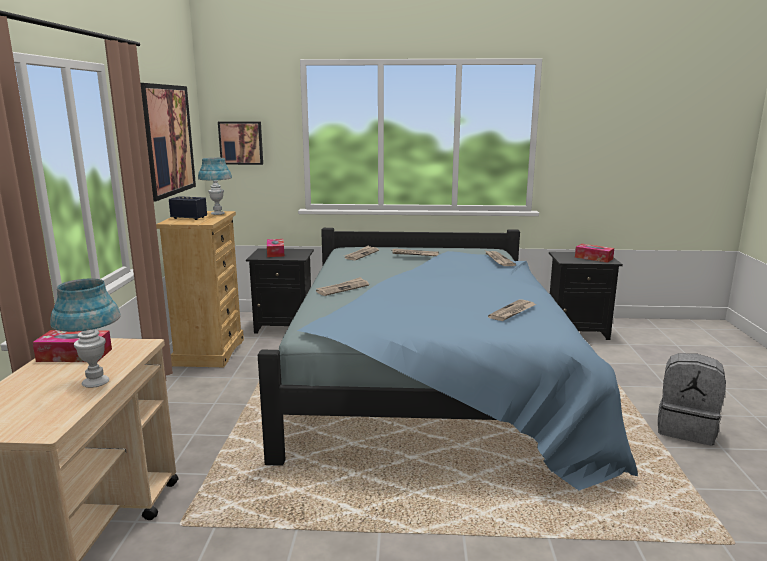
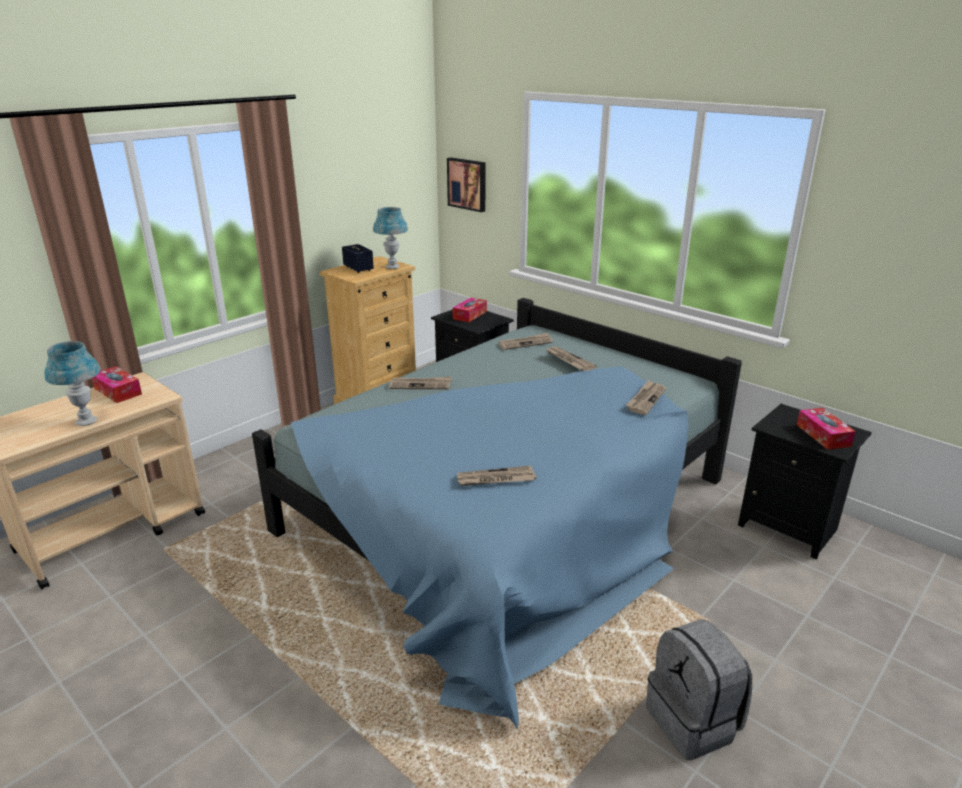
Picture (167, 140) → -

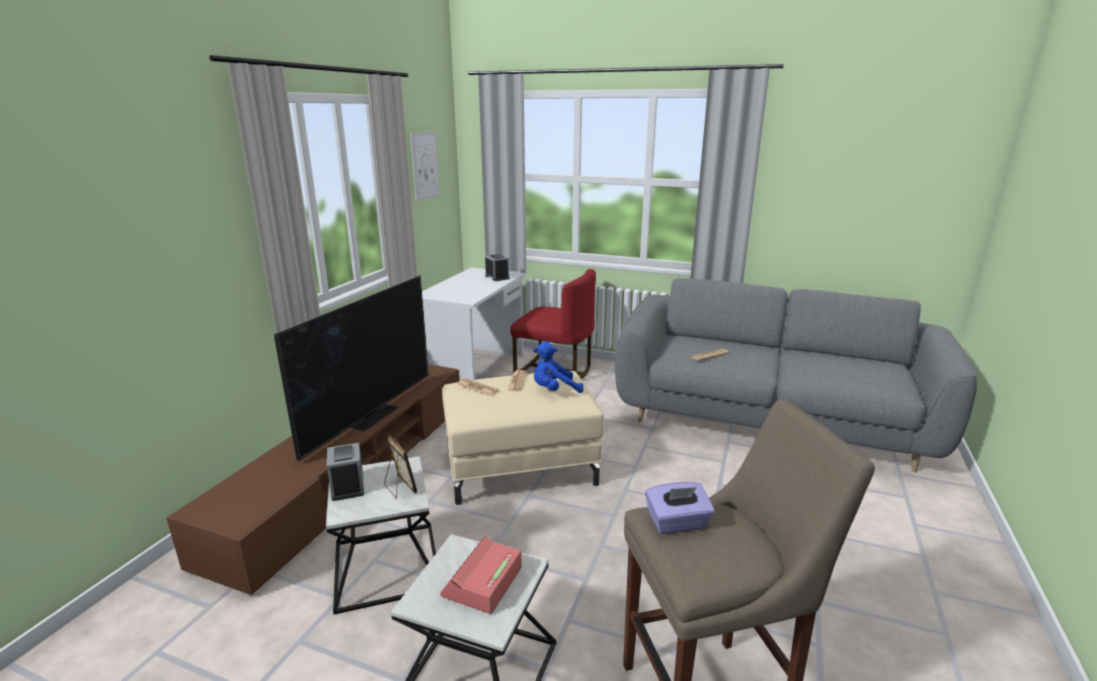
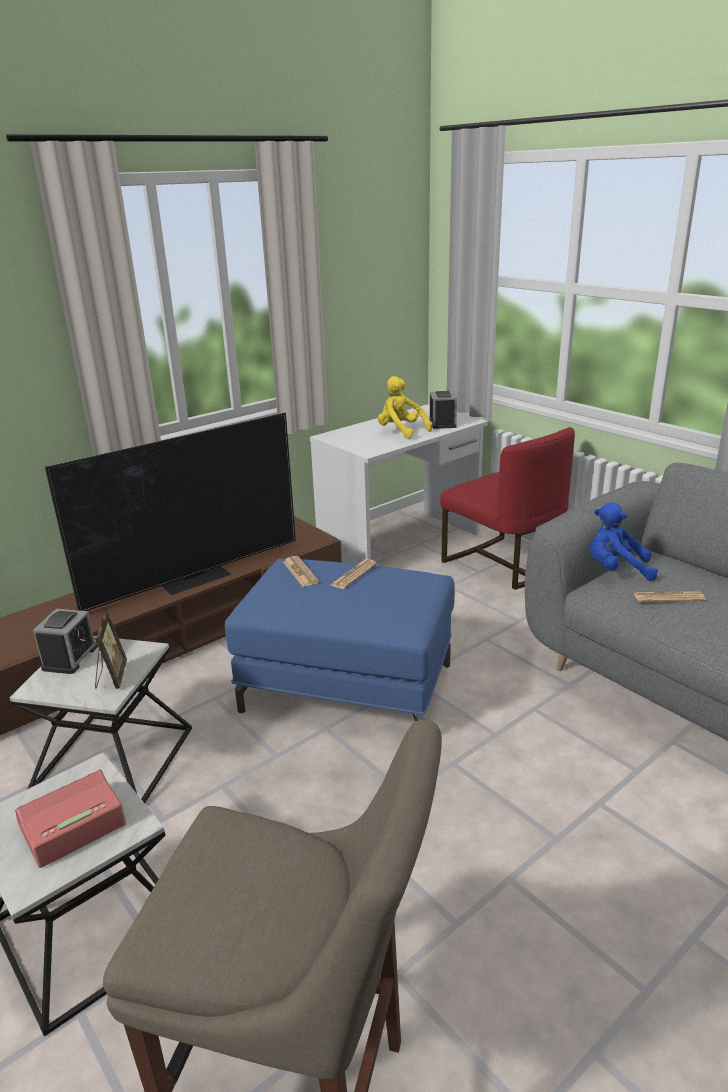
BeigeOttoman (520, 466) → BlueOttoman (348, 686)
- → YellowPlushToy (401, 431)
BluePlushToy (554, 390) → BluePlushToy (616, 570), relocated
Picture (425, 165) → -
PurpleTissueBox (677, 523) → -

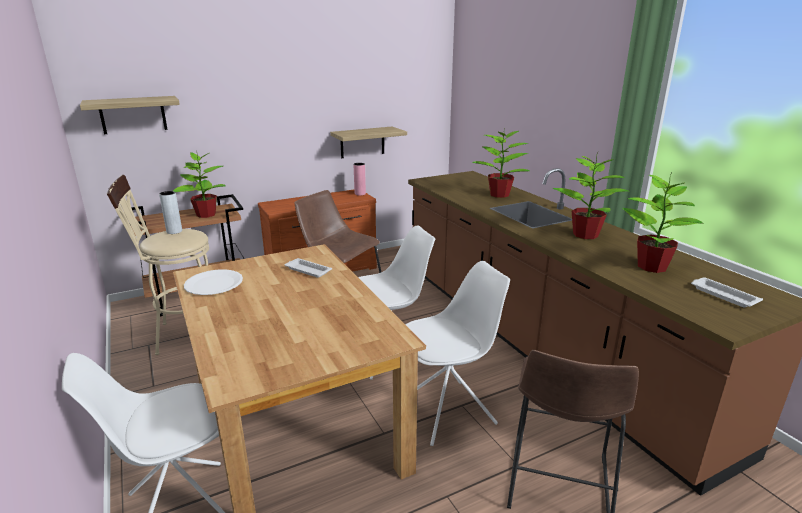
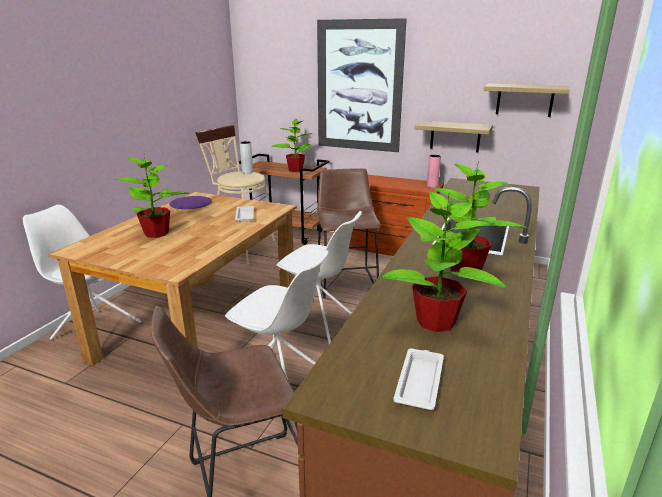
PottedPlant (500, 195) → PottedPlant (157, 233), relocated
WhitePlate (213, 284) → PurplePlate (190, 204)
- → Picture (359, 87)
Shelf (133, 115) → Shelf (524, 100), relocated

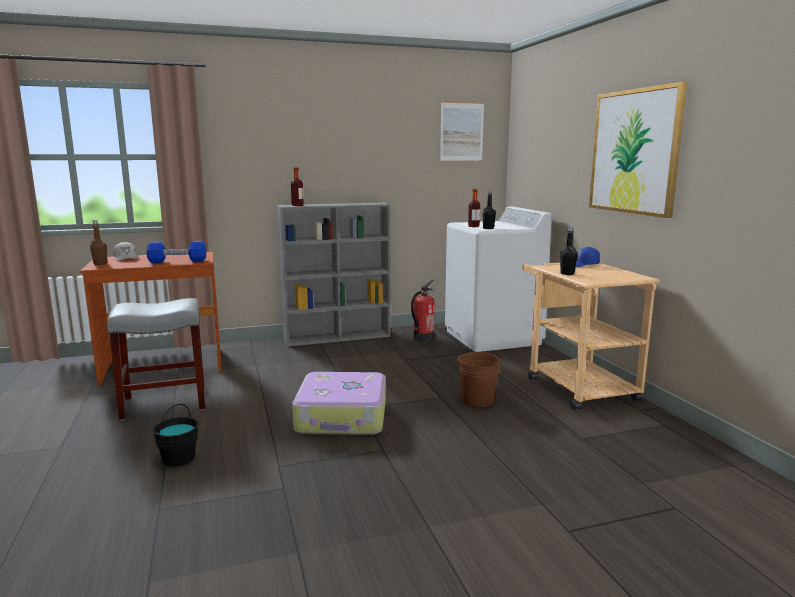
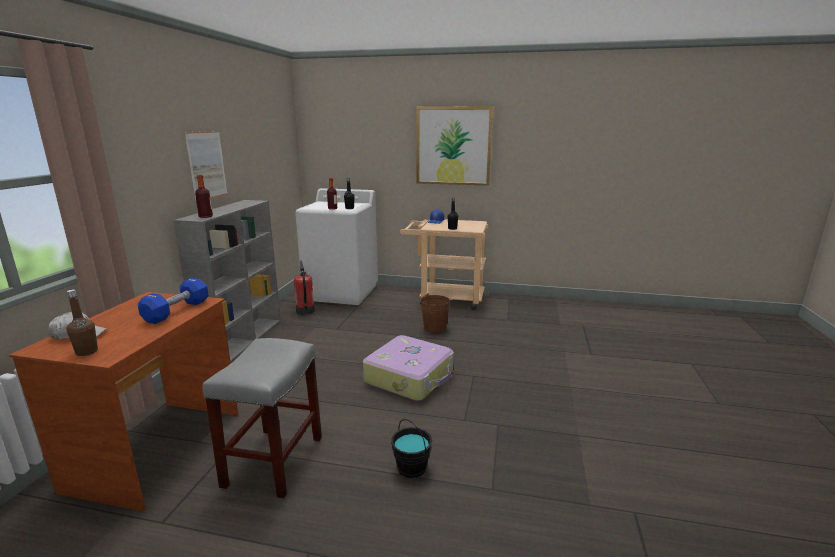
Picture (461, 132) → Picture (207, 165), relocated

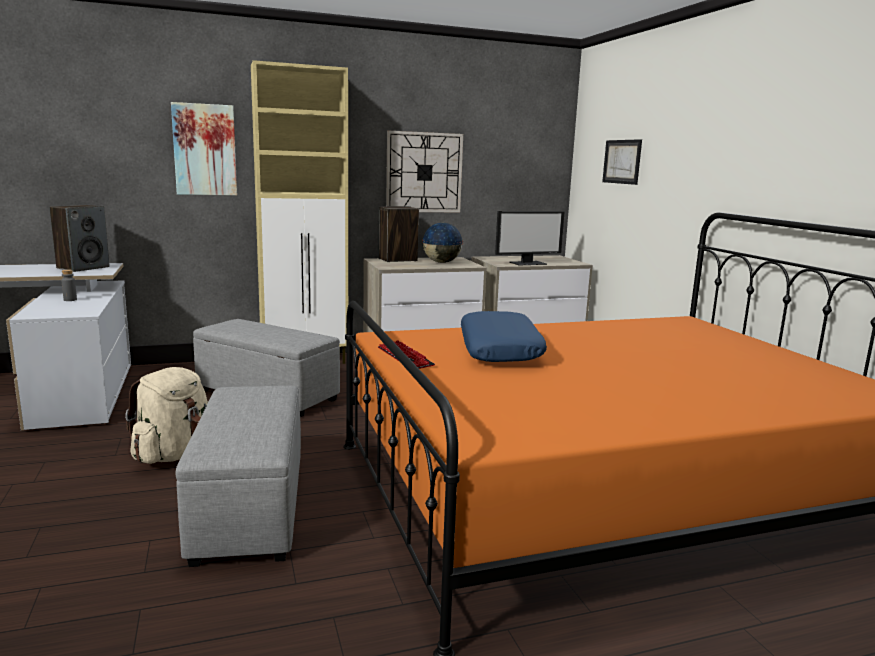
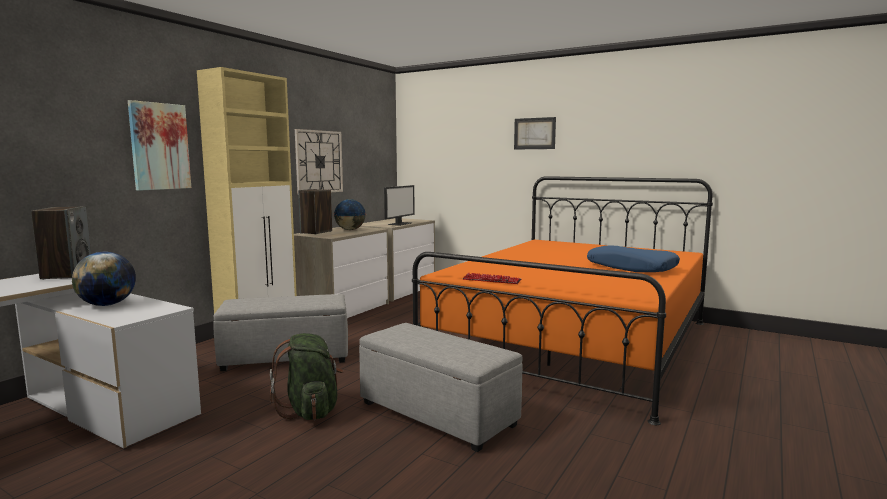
GreyBottle (70, 300) → Globe (107, 305)
BeigeBackpack (174, 454) → GreenBackpack (310, 410)
Picture (622, 161) → Picture (534, 133), relocated
BluePillow (500, 350) → BluePillow (631, 268), relocated

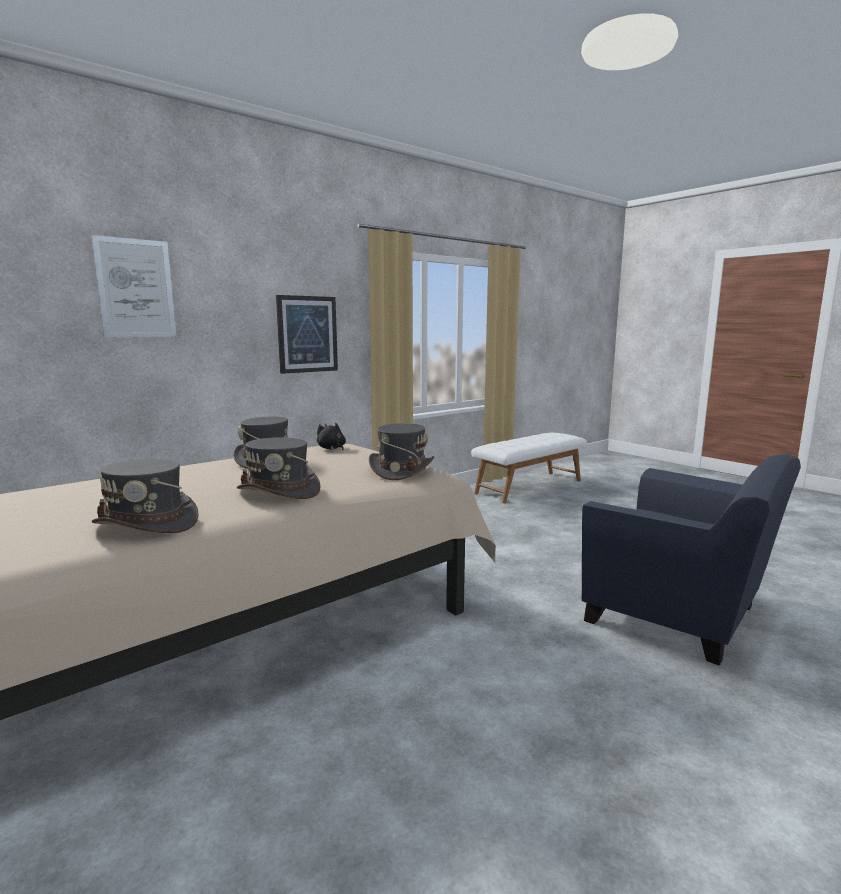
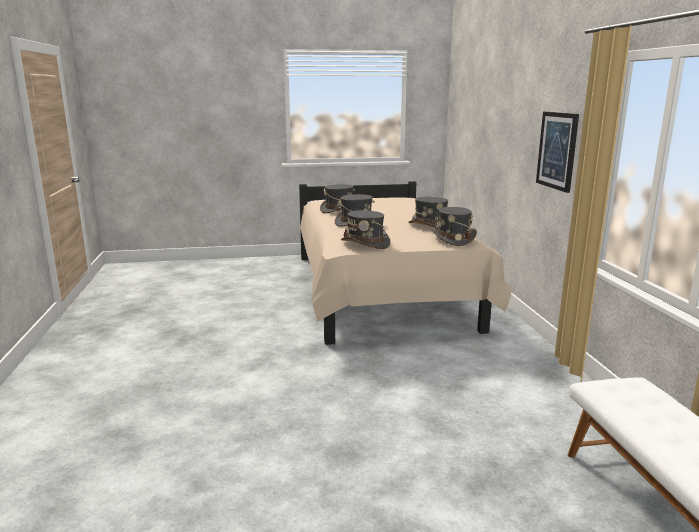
BlackPlushToy (331, 448) → GreyHat (453, 239)
Picture (135, 288) → -
BlueArmchair (681, 615) → -

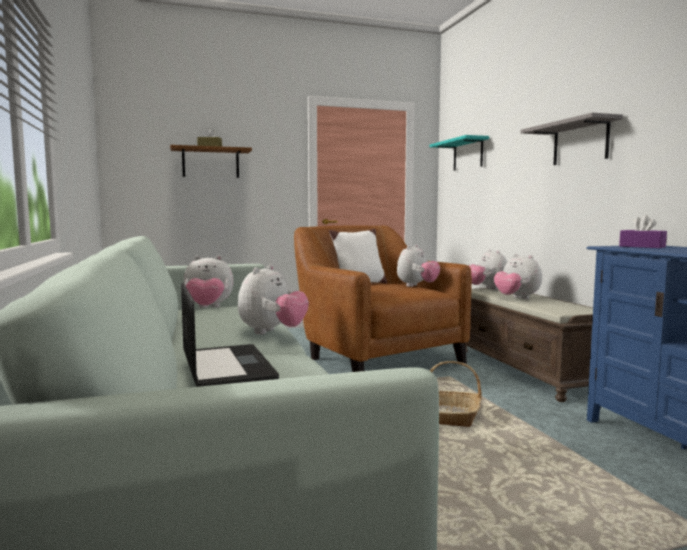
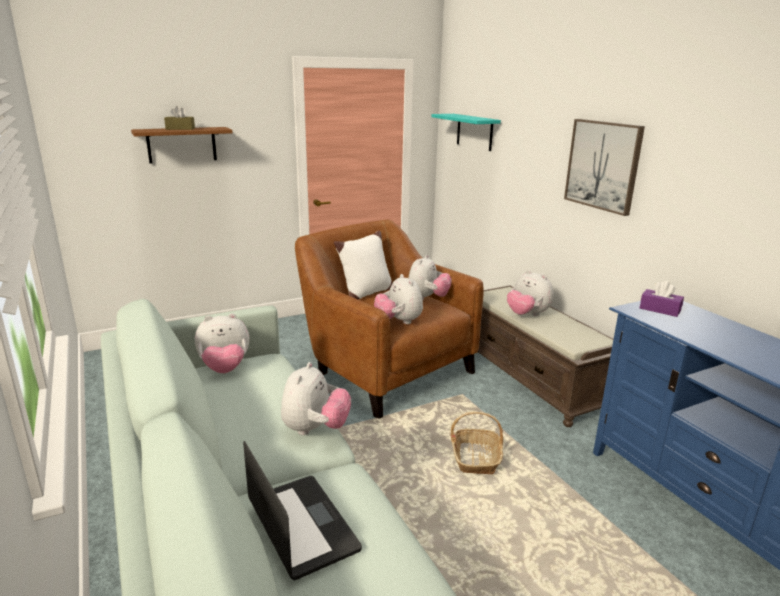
PlushToy (487, 288) → PlushToy (398, 322), relocated
GreyShelf (580, 142) → Picture (603, 165)

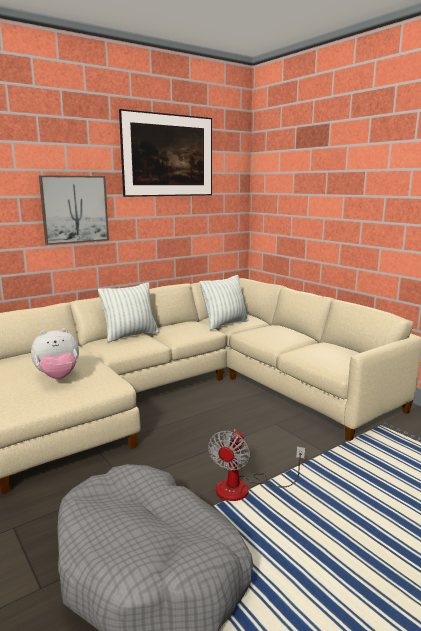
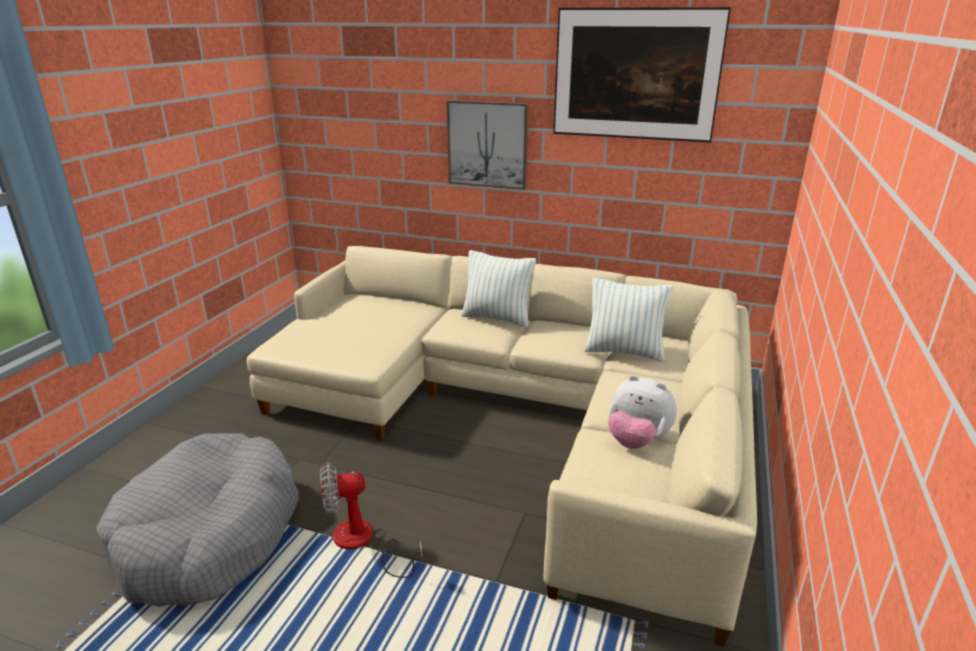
PlushToy (58, 377) → PlushToy (637, 441), relocated

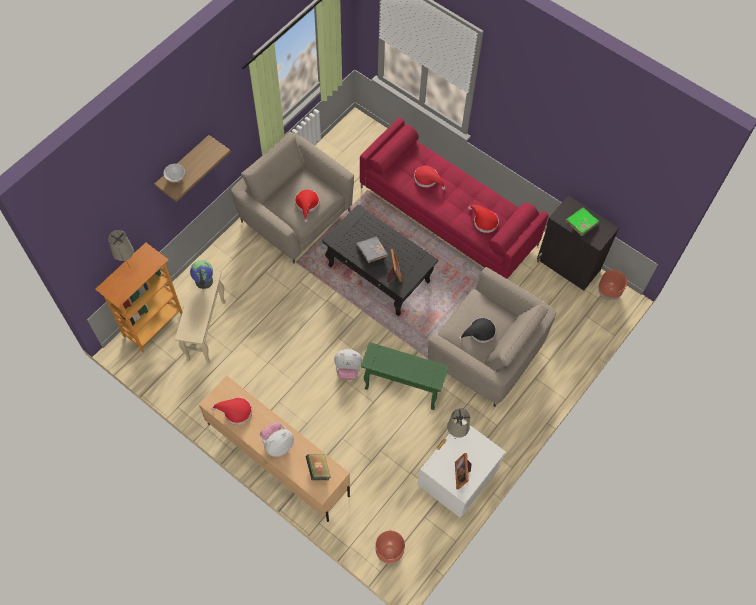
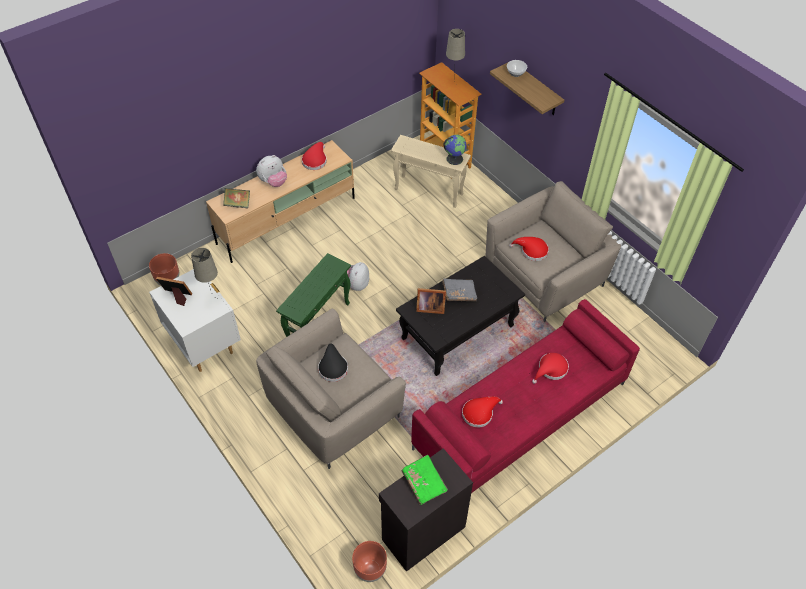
PlushToy (277, 444) → PlushToy (273, 182), 75 degrees clockwise

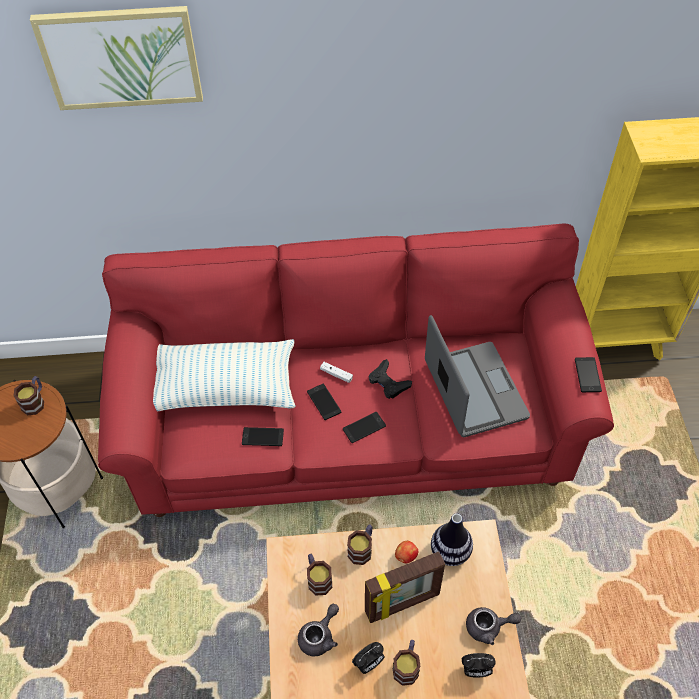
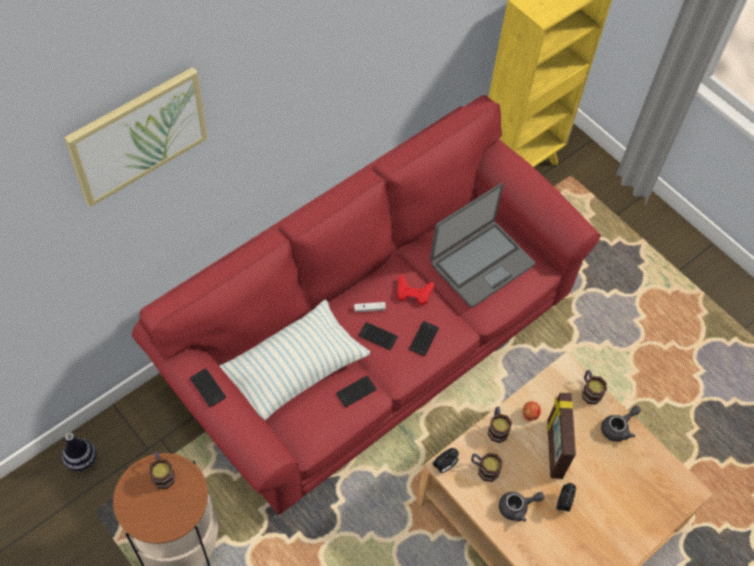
Vase (450, 552) → Vase (82, 460), relocated
Phone (587, 375) → Phone (208, 388), relocated
BlackGameController (388, 382) → RedGameController (413, 293)
Laptop (474, 390) → Laptop (481, 263), 105 degrees clockwise
AlarmClock (475, 670) → AlarmClock (444, 466), relocated
GreyTeapot (320, 636) → GreyTeapot (517, 507), 75 degrees clockwise
PictureFrame (402, 604) → PictureFrame (553, 449), 150 degrees clockwise
Mug (407, 666) → Mug (589, 391), relocated

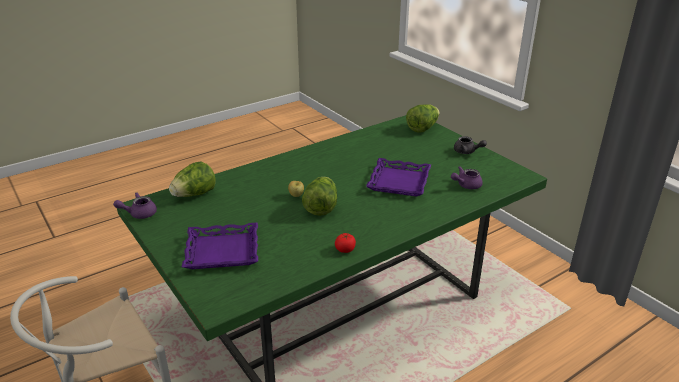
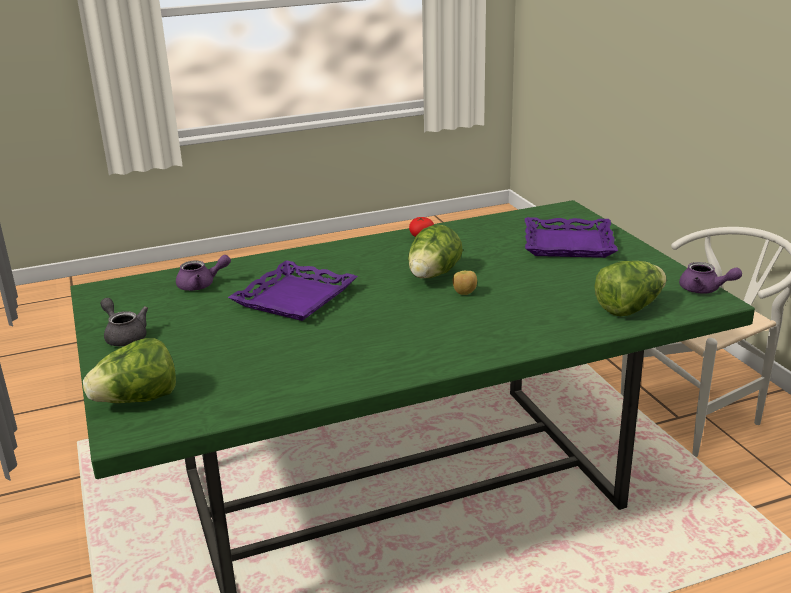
PurpleTeapot (139, 214) → PurpleTeapot (704, 290), 45 degrees clockwise

